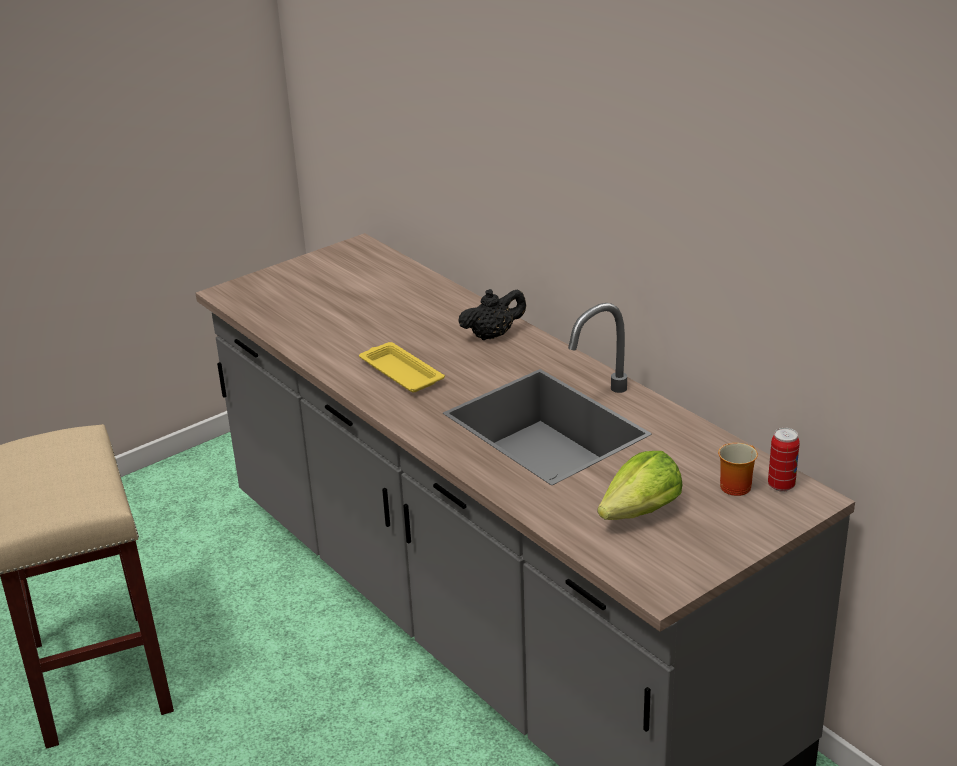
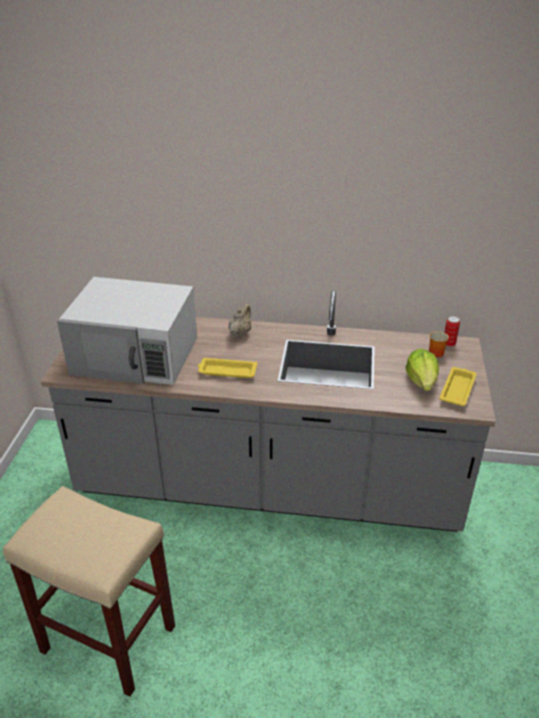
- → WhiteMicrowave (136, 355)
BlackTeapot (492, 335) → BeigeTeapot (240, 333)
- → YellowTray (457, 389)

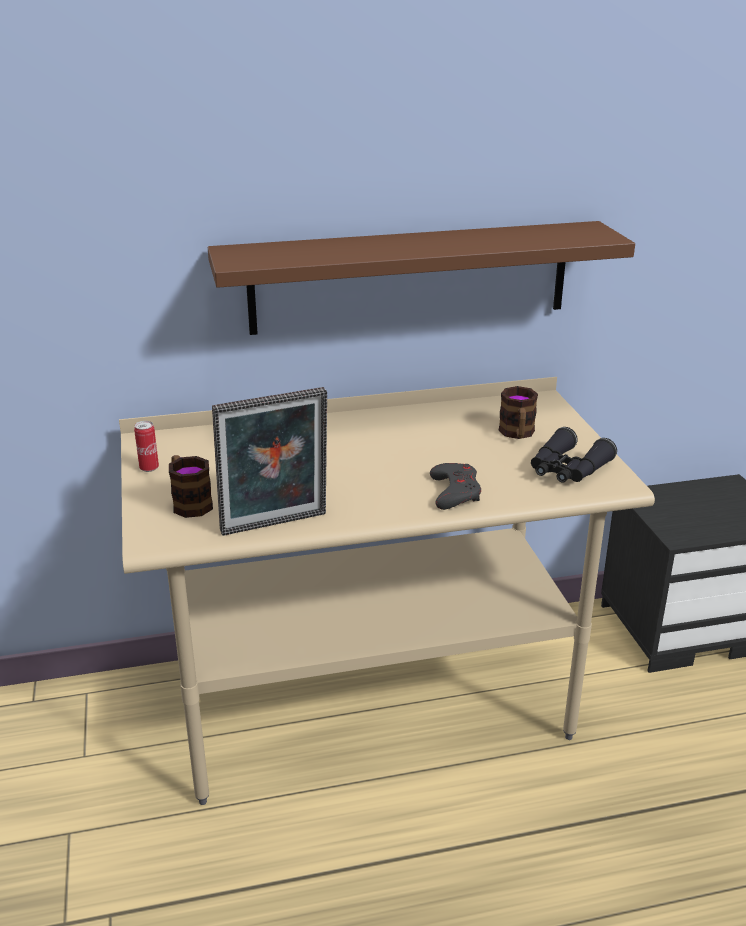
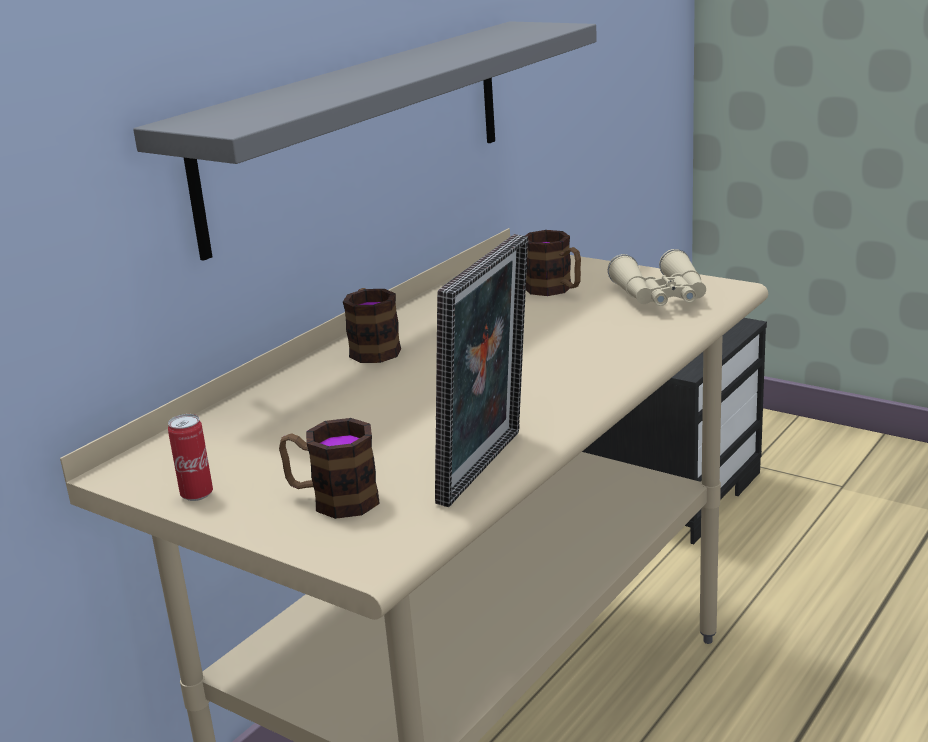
BrownShelf (410, 277) → GreyShelf (359, 130)
- → Mug (373, 348)
BlackBinoculars (567, 470) → BeigeBinoculars (661, 297)
GreyGameController (455, 492) → -

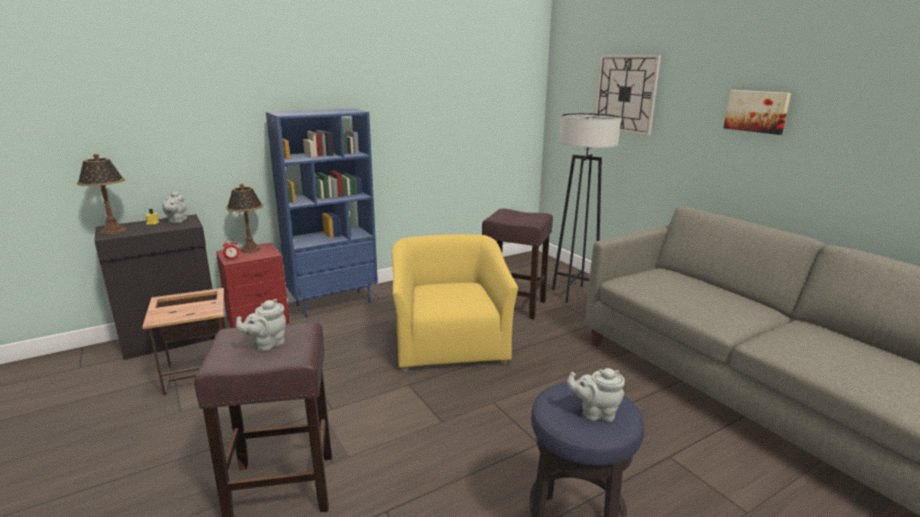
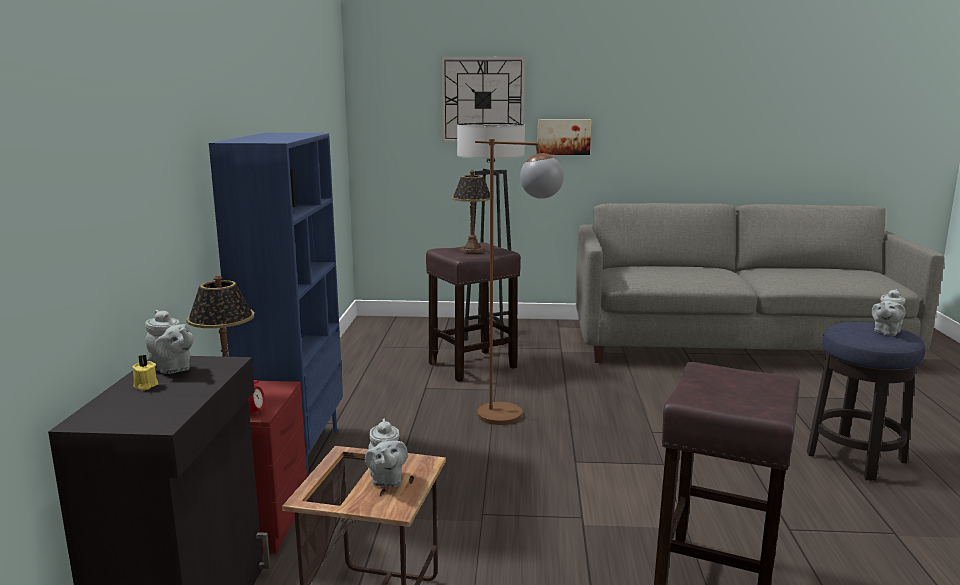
GreyTeapot (267, 344) → GreyTeapot (386, 480), relocated
TableLamp (113, 231) → TableLamp (472, 250), relocated
YellowArmchair (449, 344) → BrownFloorLamp (515, 418)
Picture (757, 111) → Picture (563, 137), relocated

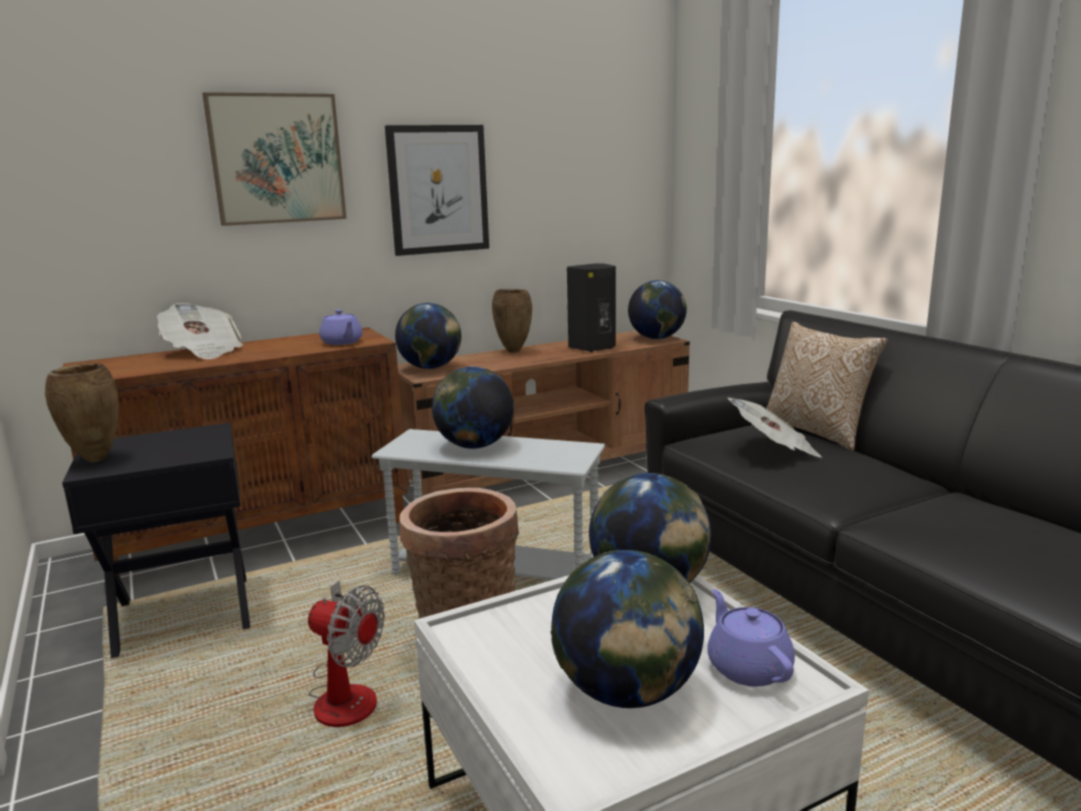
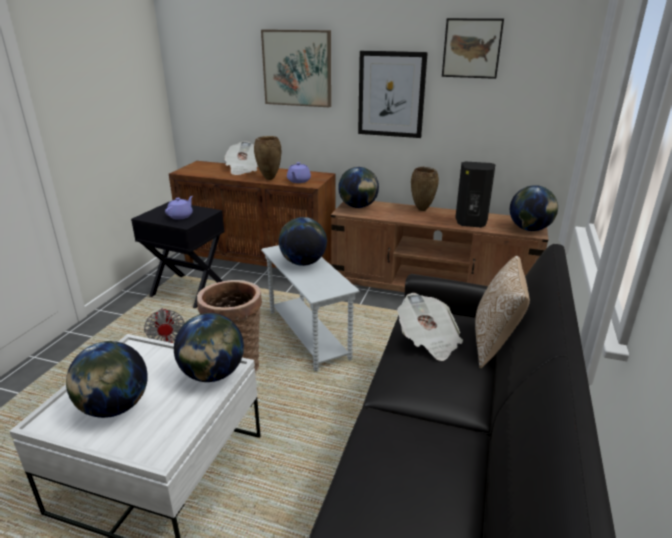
PurpleTeapot (747, 667) → PurpleTeapot (181, 216), relocated
BrownVase (94, 460) → BrownVase (269, 179), relocated
- → Picture (471, 48)

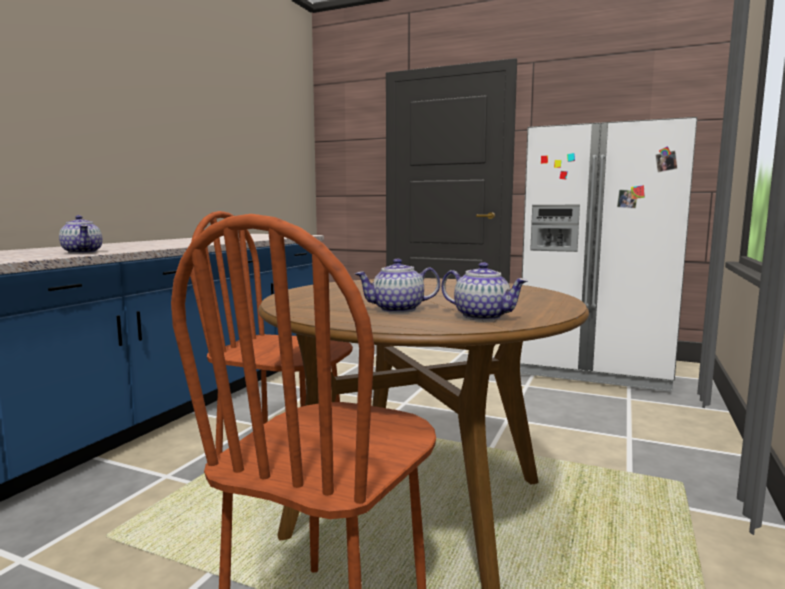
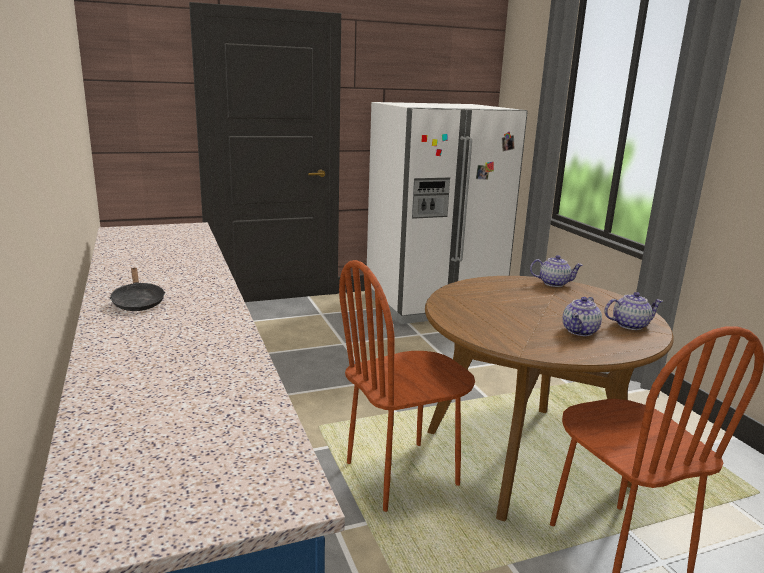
- → BlackFryingPan (138, 302)
Teapot (83, 252) → Teapot (554, 283), relocated

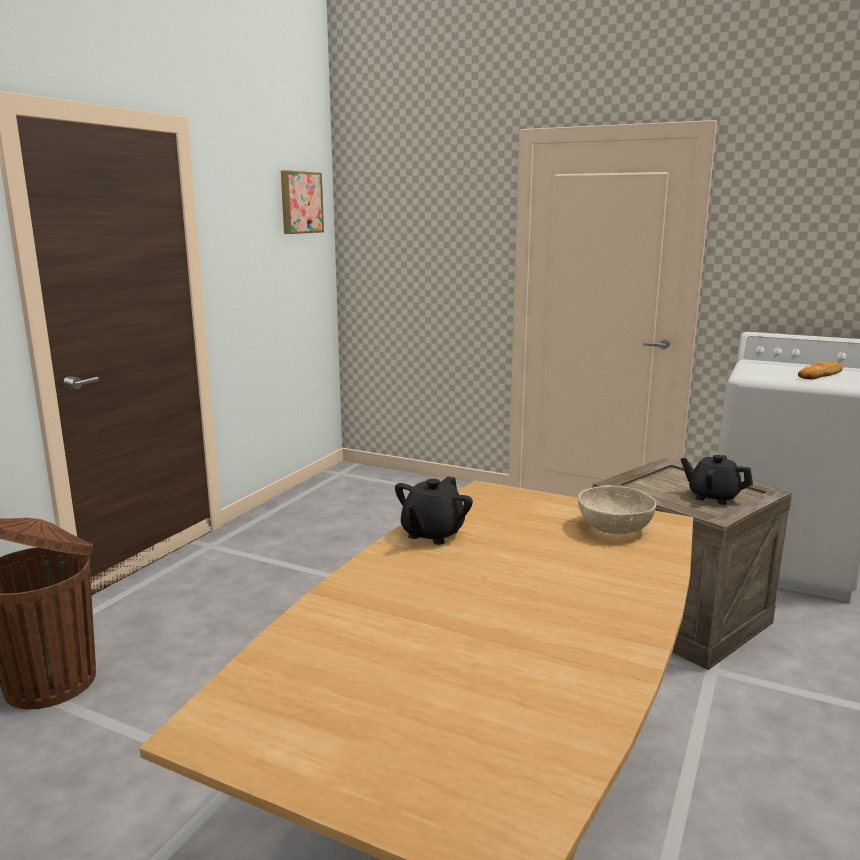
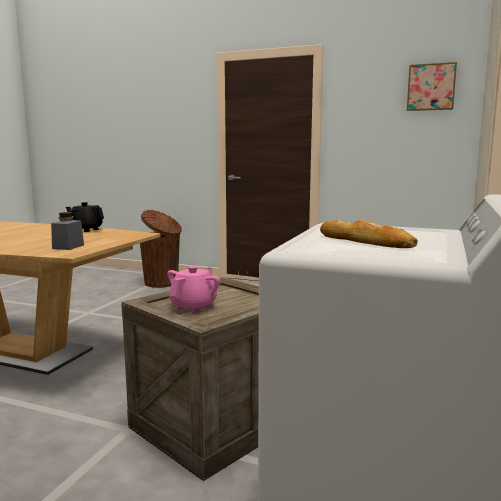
BeigeBowl (614, 528) → GreyJar (68, 247)
BlackTeapot (713, 497) → PinkTeapot (194, 306)

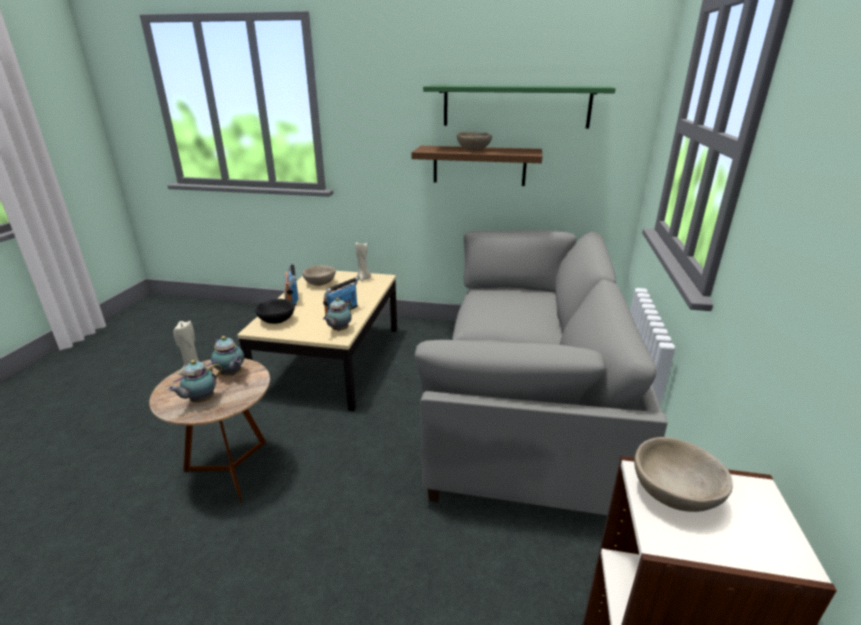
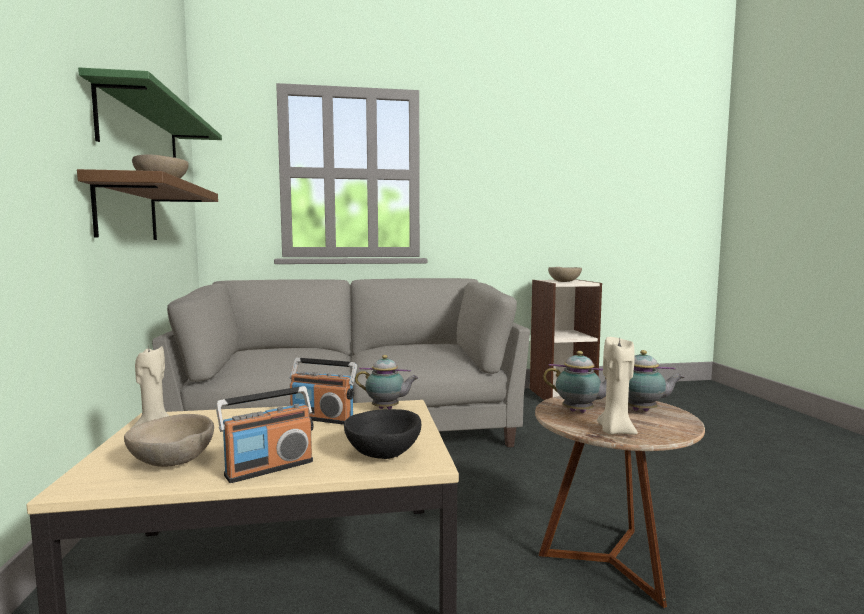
Teapot (231, 374) → Teapot (580, 412), 90 degrees clockwise

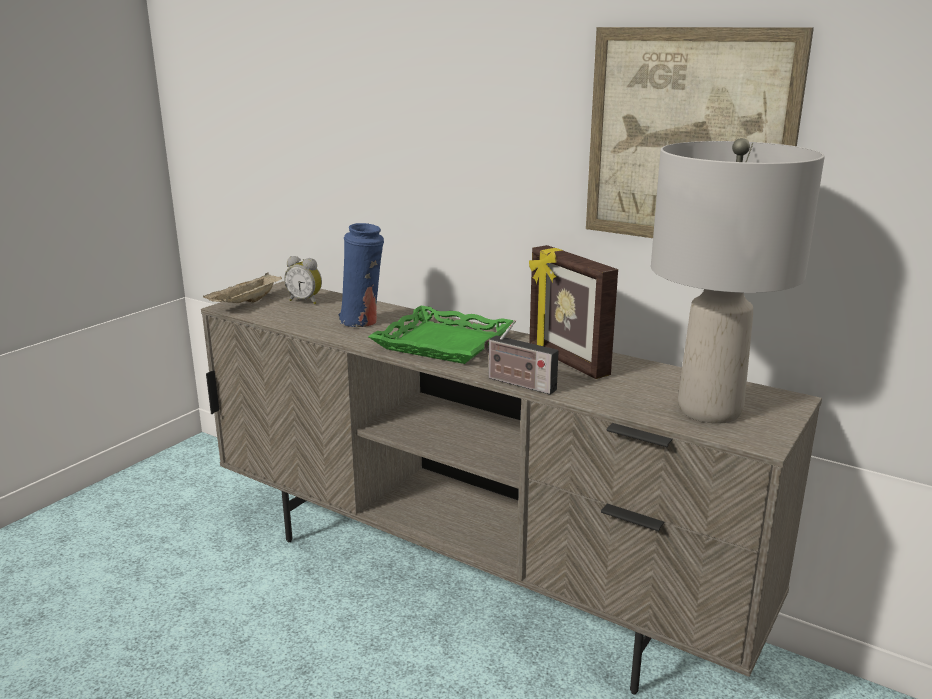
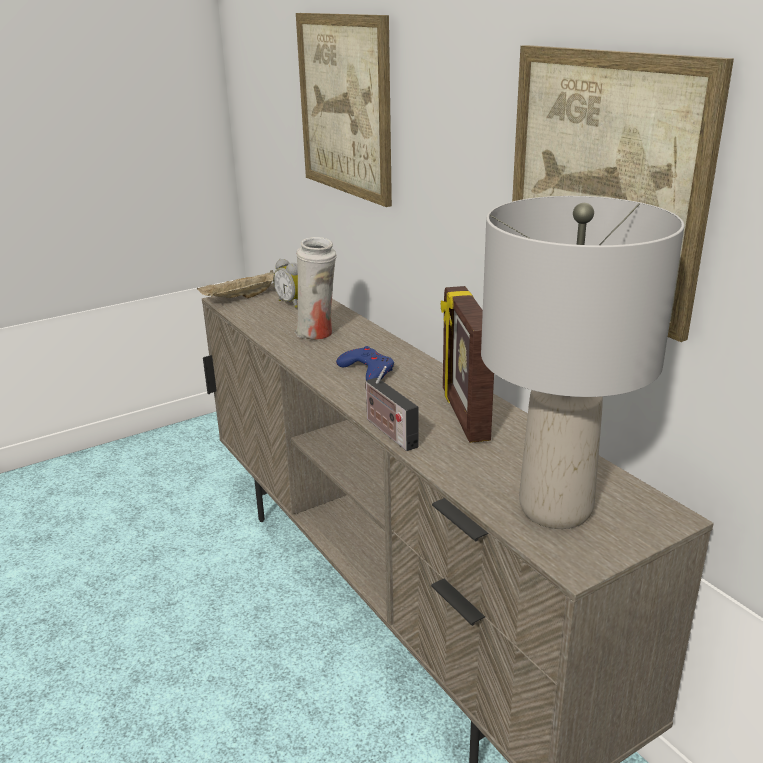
BlueVase (363, 322) → WhiteVase (318, 334)
- → Picture (344, 106)
GreenTray (444, 343) → BlueGameController (367, 370)

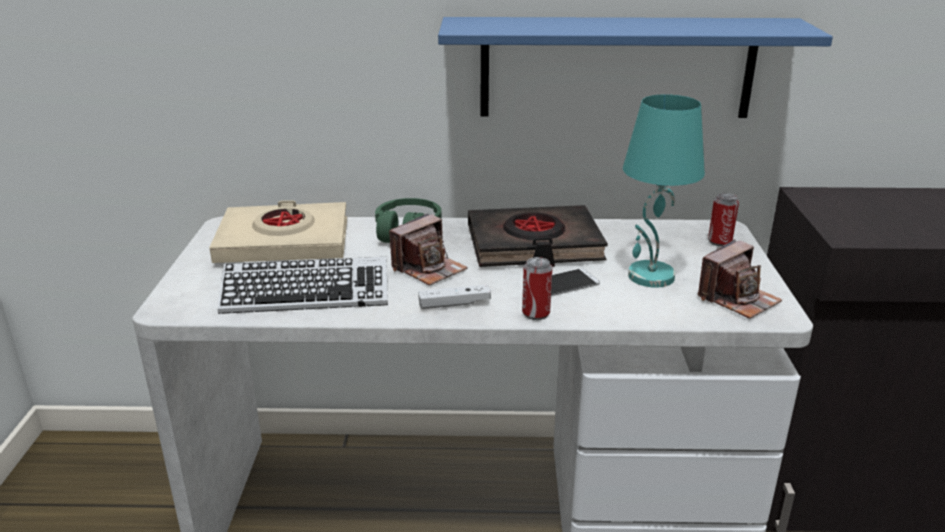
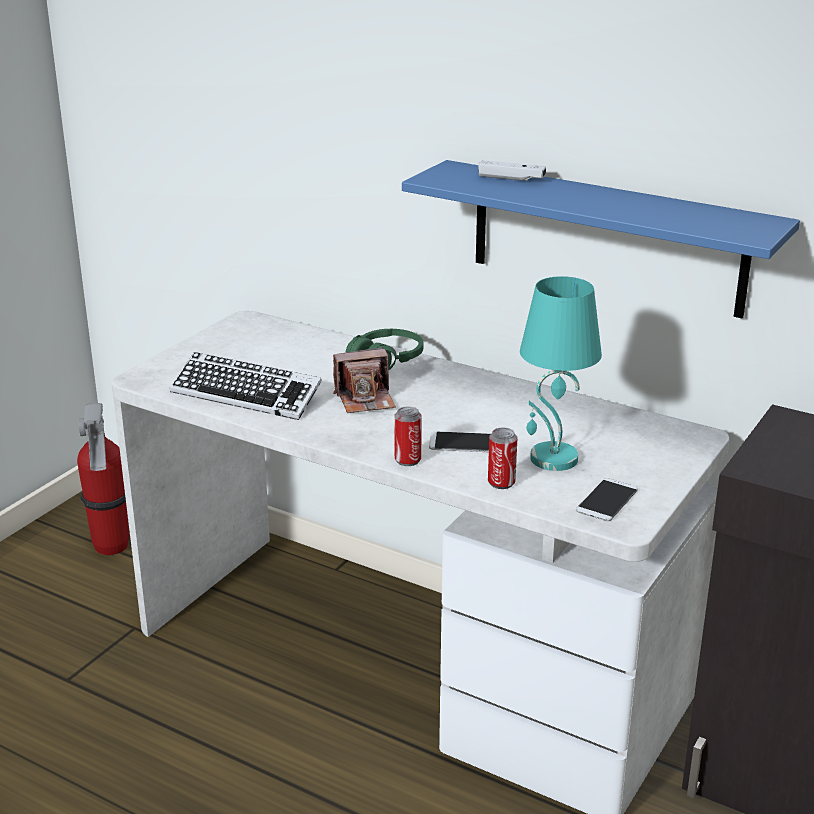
- → FireExtinguisher (111, 547)
WhiteGameController (454, 304) → WhiteGameController (511, 178), relocated
Can (719, 242) → Can (501, 483), relocated
PhotoCamera (738, 299) → Phone (607, 501)
BeigeBook (284, 242) → -
BlackBook (534, 245) → -

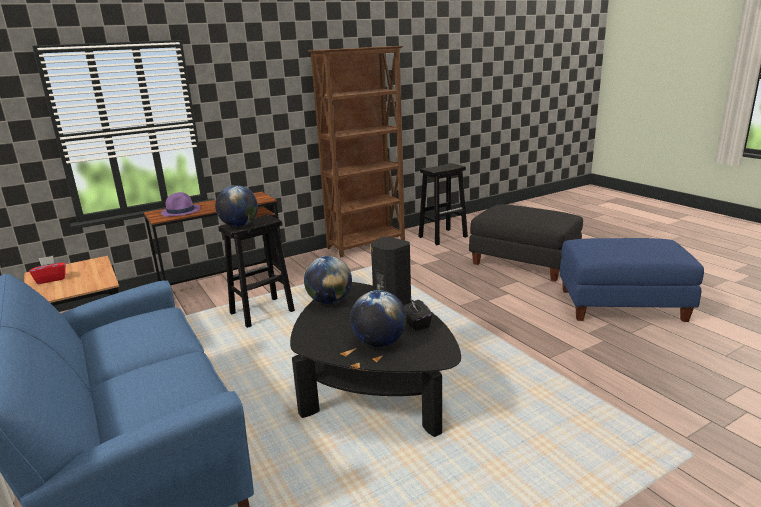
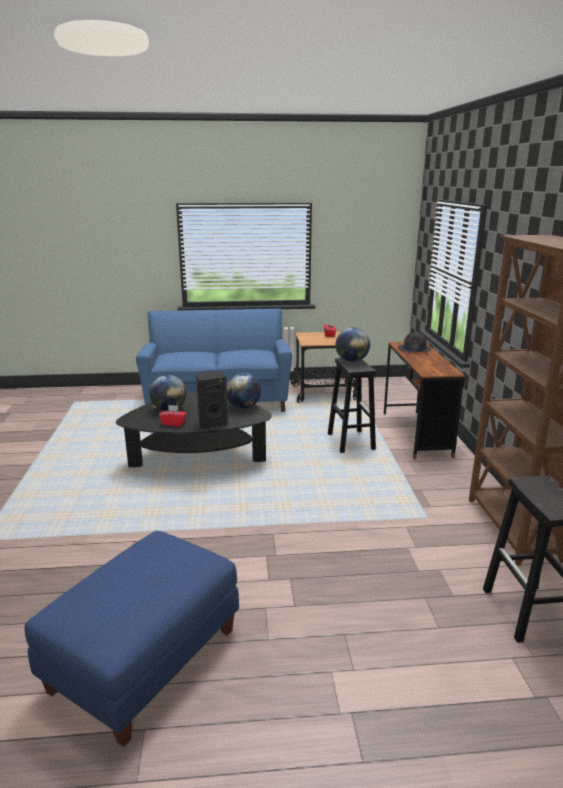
BlackTissueBox (416, 323) → RedTissueBox (173, 423)
PurpleHat (181, 211) → BlackHat (414, 349)
BlackOttoman (524, 262) → -

